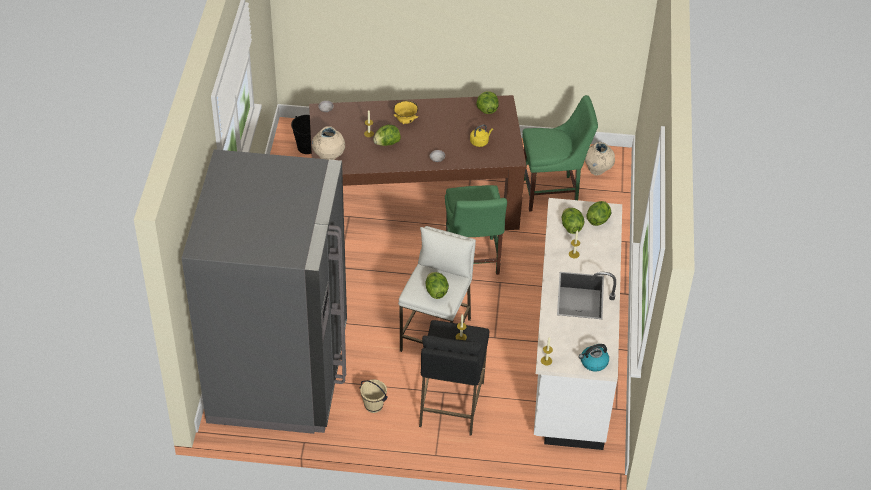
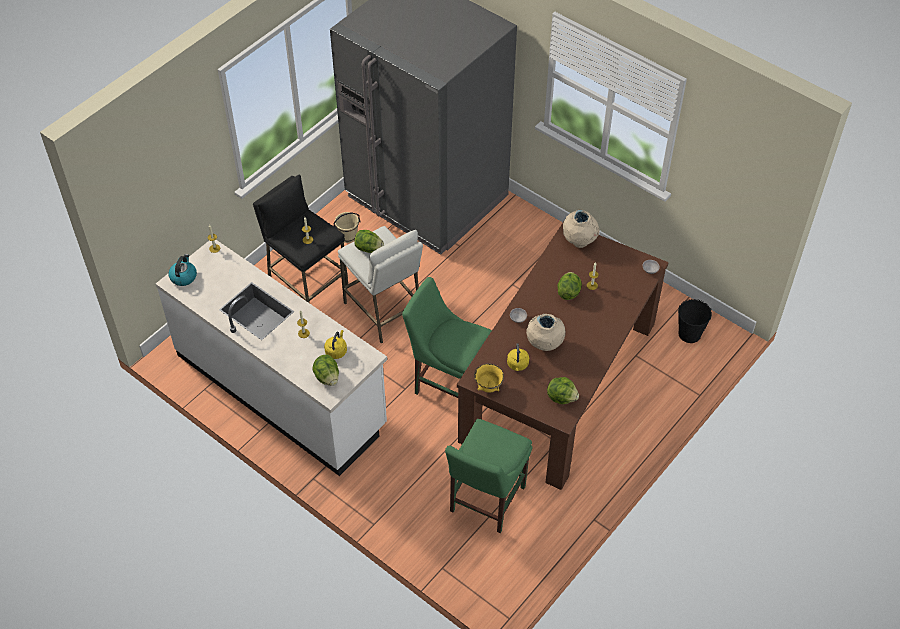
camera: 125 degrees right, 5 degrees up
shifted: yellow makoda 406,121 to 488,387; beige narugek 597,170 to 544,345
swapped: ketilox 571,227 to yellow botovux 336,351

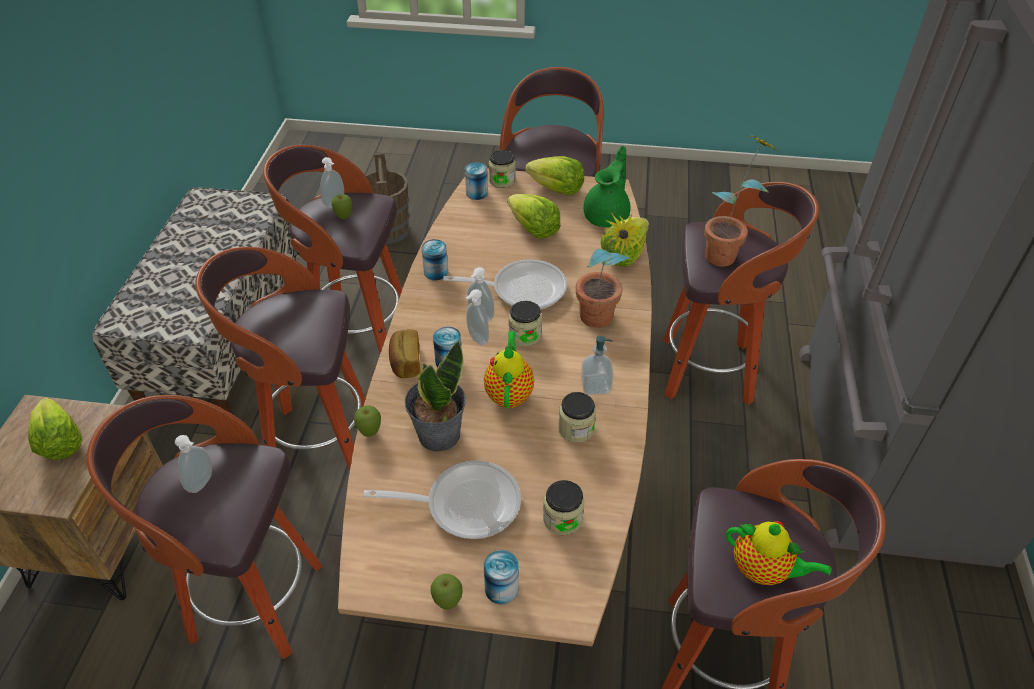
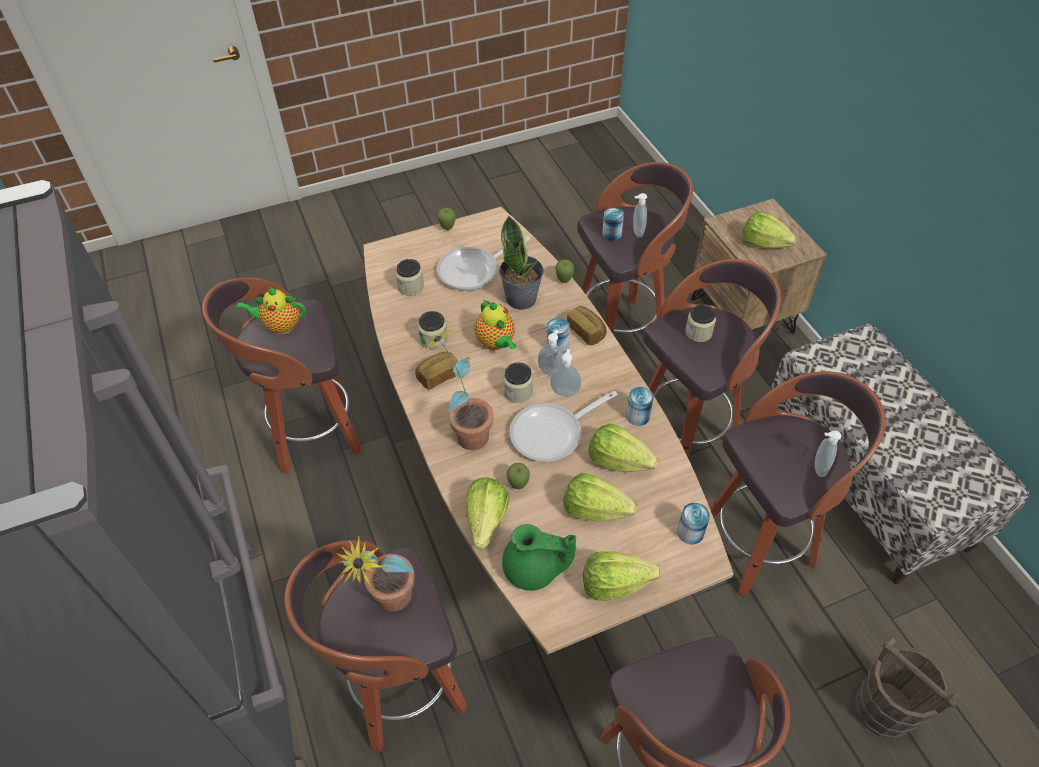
camera: 150 degrees right, 5 degrees up
new: ketilox 618,461
shifted: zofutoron 344,217 to 518,485; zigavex 501,588 to 612,234; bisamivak 502,180 to 698,332
swapped: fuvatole 595,386 to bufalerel 438,376
rotated: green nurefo 607,216 = 534,570 75 degrees counterclockwise

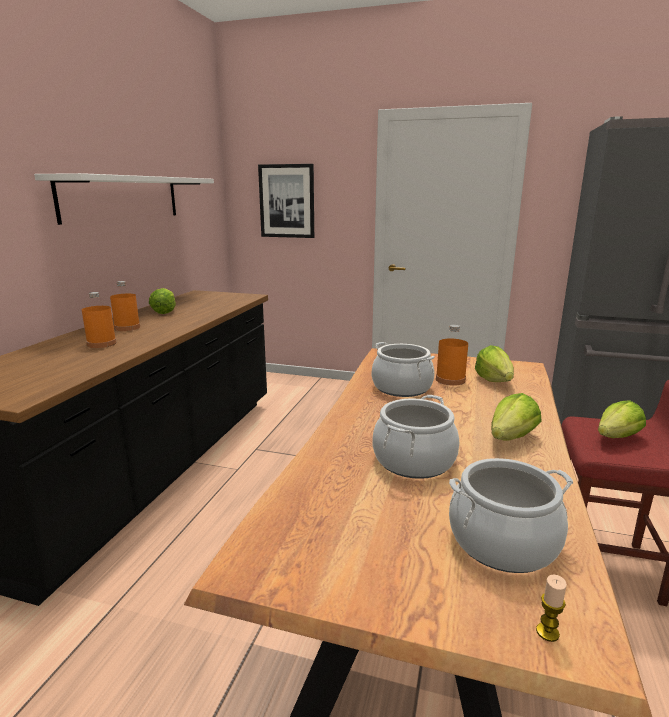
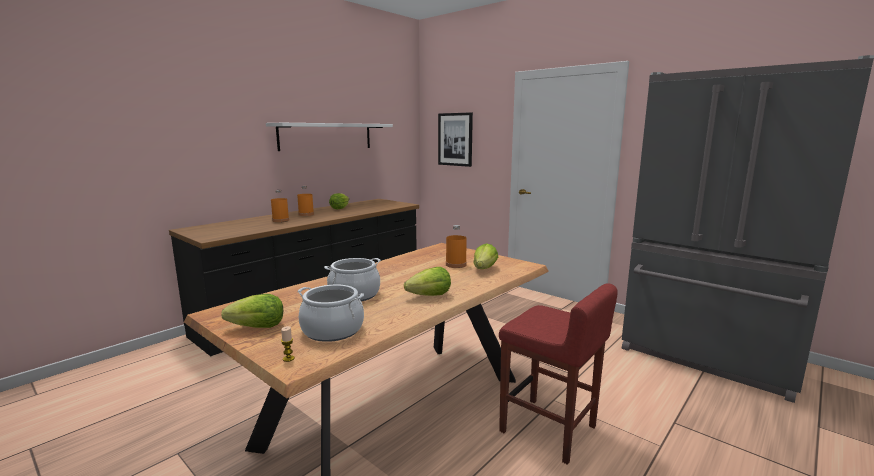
camera: 25 degrees right, 5 degrees down
gone: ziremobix 402,387
shifted: ketilox 617,437 to 258,327

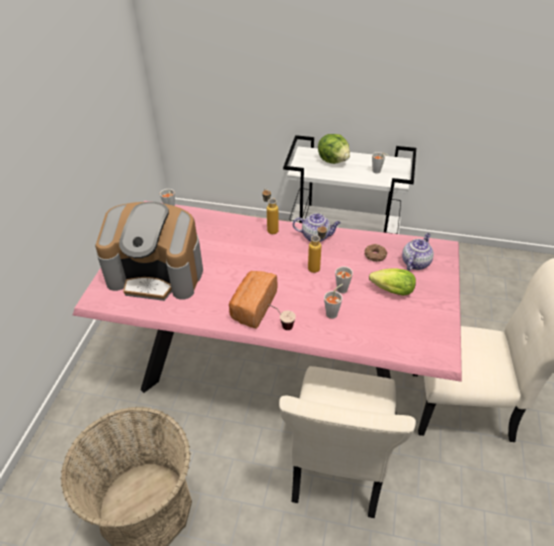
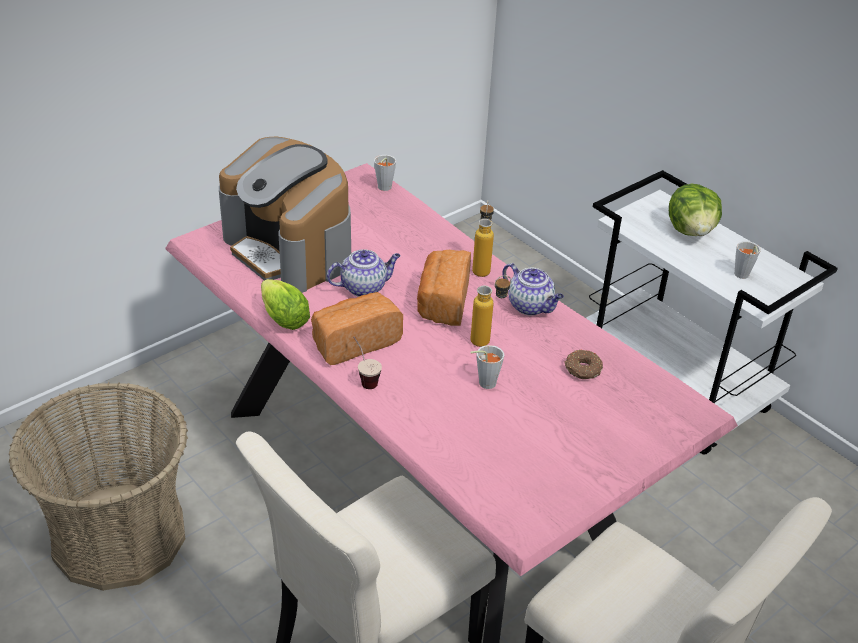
camera: 35 degrees right, 5 degrees down
gone: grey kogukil 333,313
new: bufalerel 442,302
shifted: ketilox 389,290 to 282,317; nurefo 415,262 to 364,287

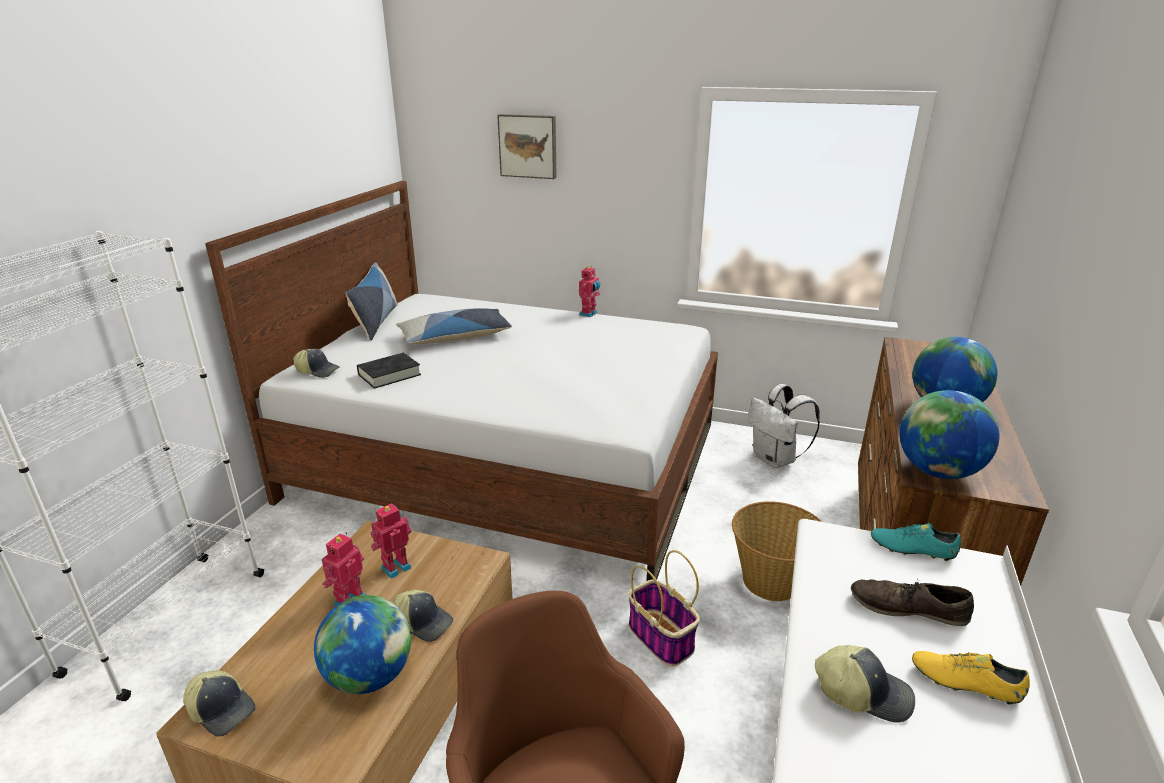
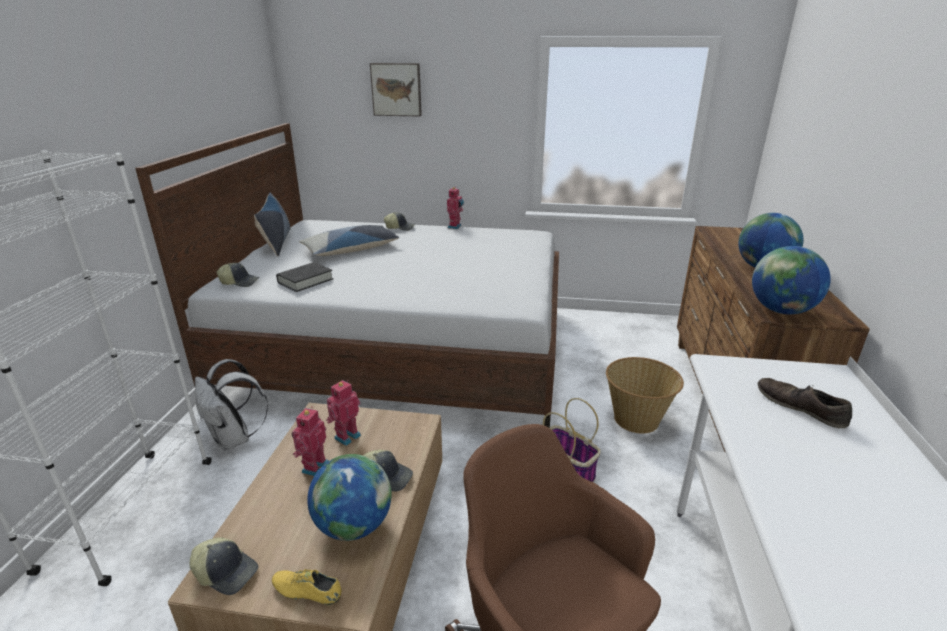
camera: 10 degrees left, 0 degrees up
gone: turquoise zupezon 912,549
shifted: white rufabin 776,459 to 234,439; yellow zupezon 964,683 to 307,592; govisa 862,692 to 400,228
rotated: brown zupezon 907,608 = 800,407 45 degrees clockwise

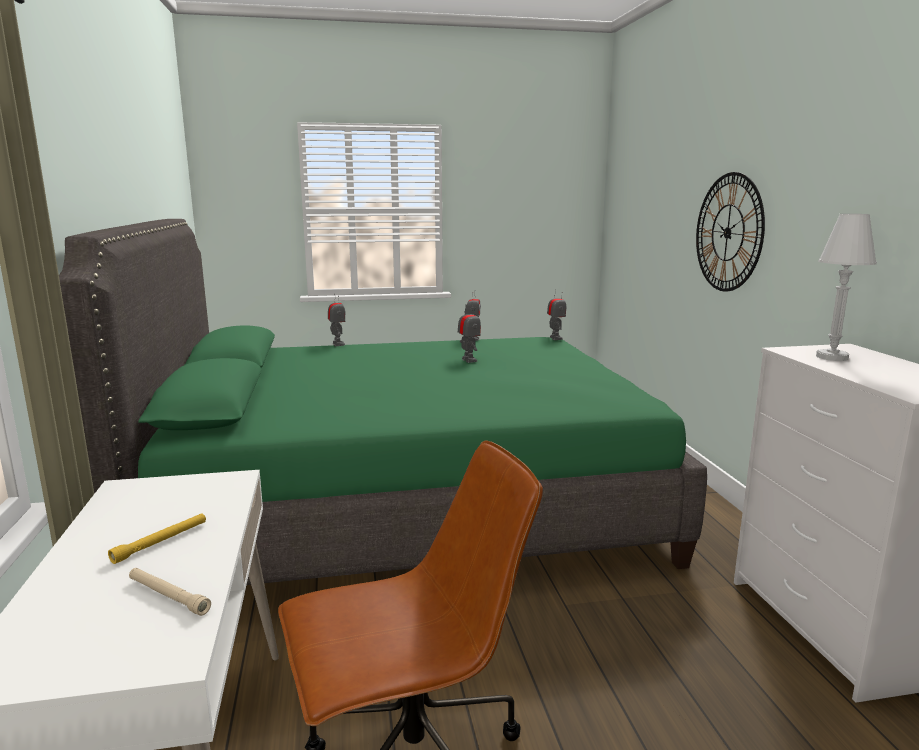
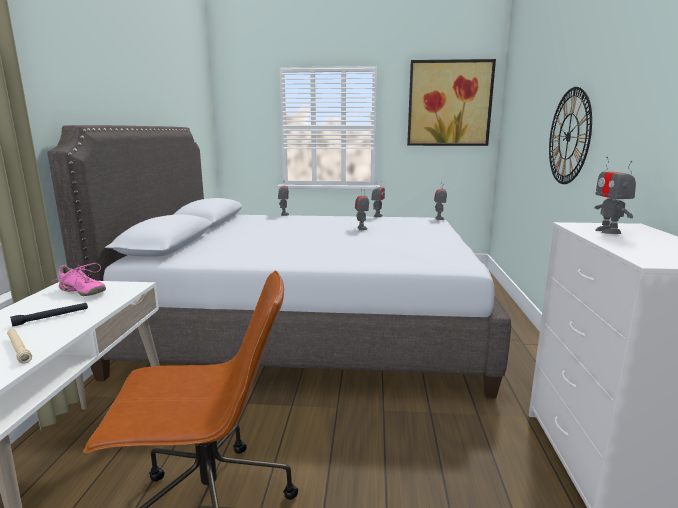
camera: 15 degrees right, 0 degrees up
new: pink zupezon 82,291; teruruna 449,103
swapped: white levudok 832,357 to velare 608,231
repainted: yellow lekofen 161,542 to black lekofen 51,317; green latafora 405,507 to grey latafora 308,328

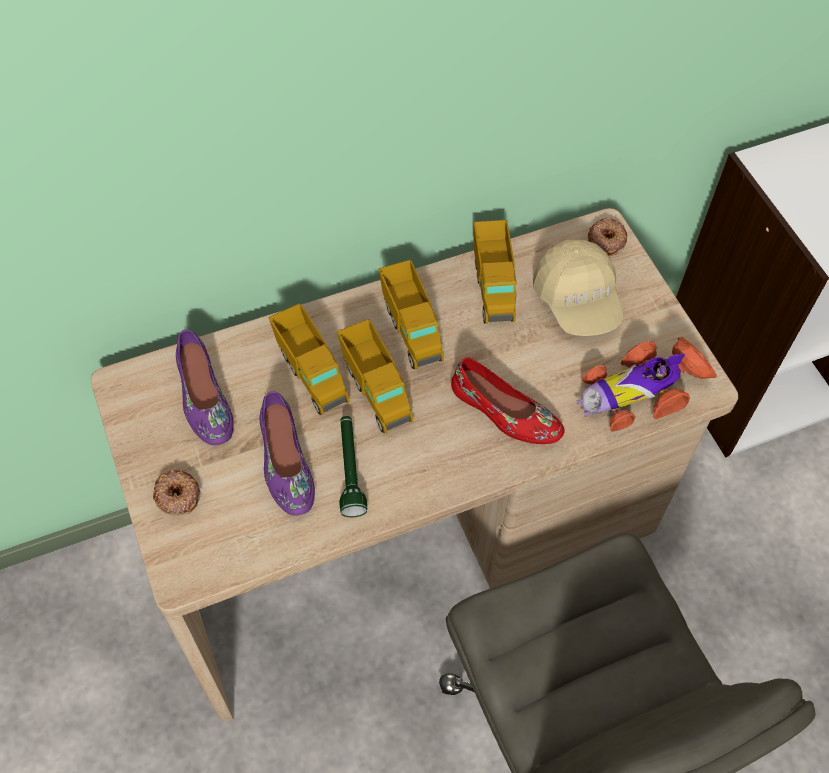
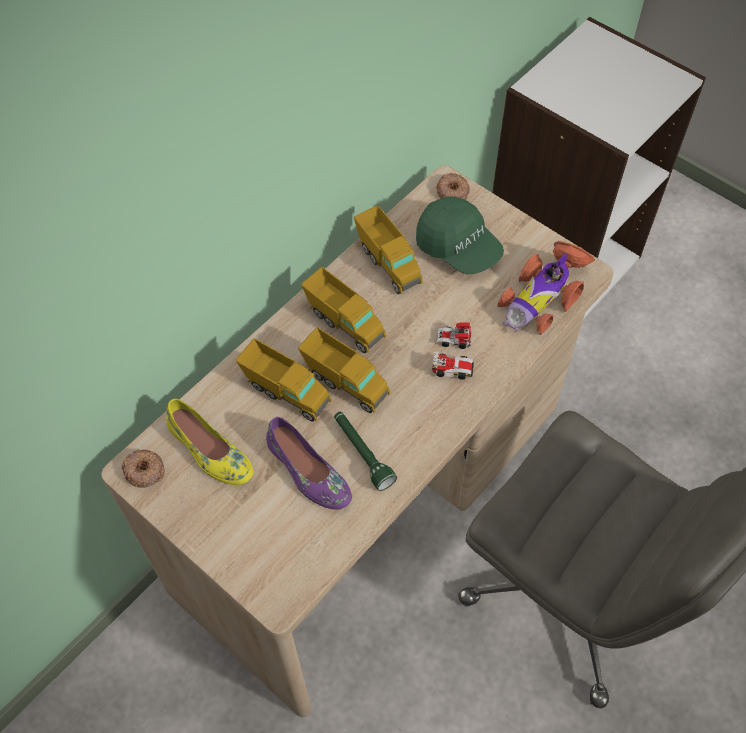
camera: 25 degrees left, 0 degrees up
shifted: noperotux 177,495 to 144,471
swapped: red zupezon 505,412 to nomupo 454,356
repainted: purple zupezon 203,398 to yellow zupezon 209,451; beige govisa 577,301 to green govisa 458,248

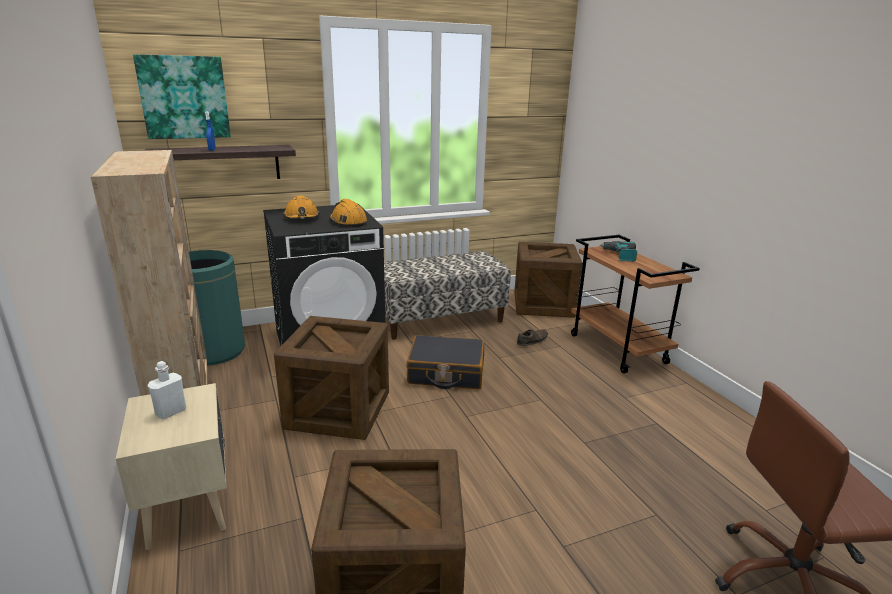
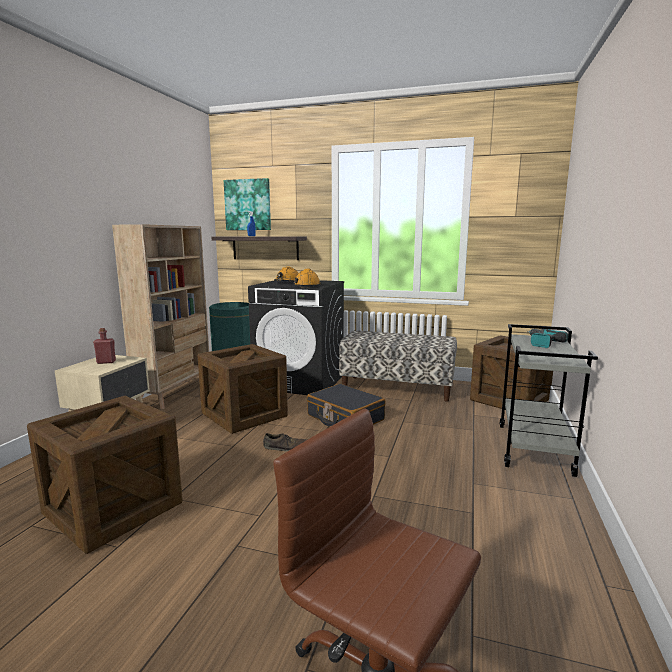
camera: 40 degrees right, 10 degrees down
shifted: brown zupezon 532,340 to 286,447
repainted: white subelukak 171,412 to red subelukak 106,362; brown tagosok 618,349 to grey tagosok 534,449

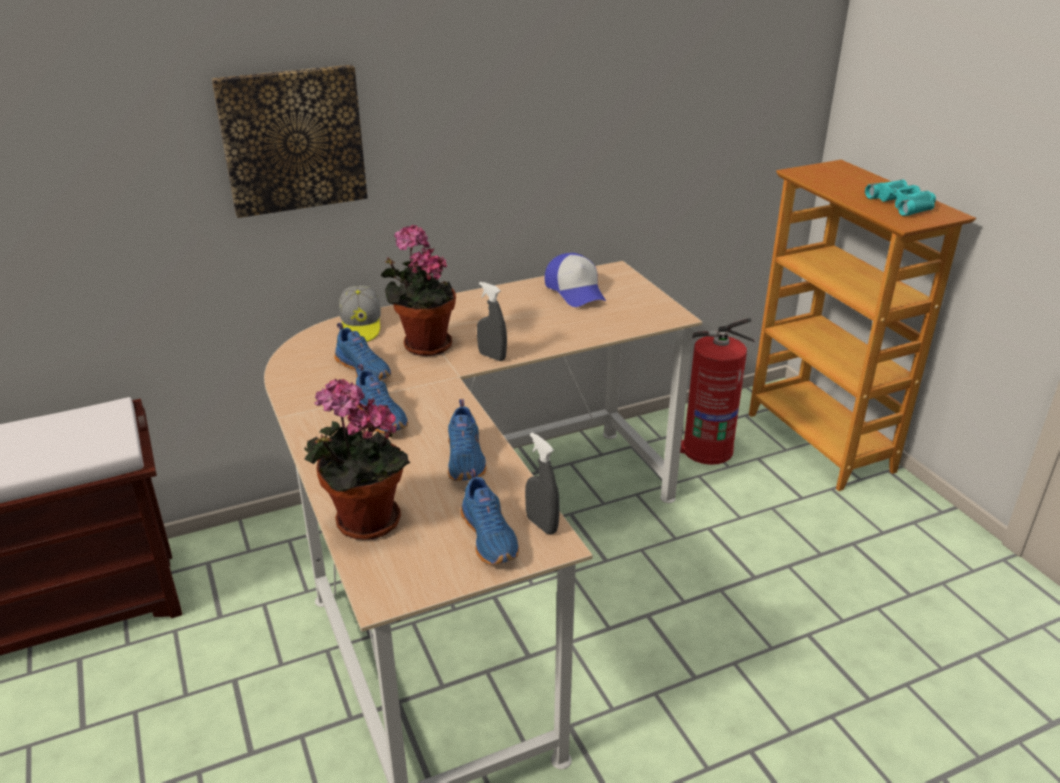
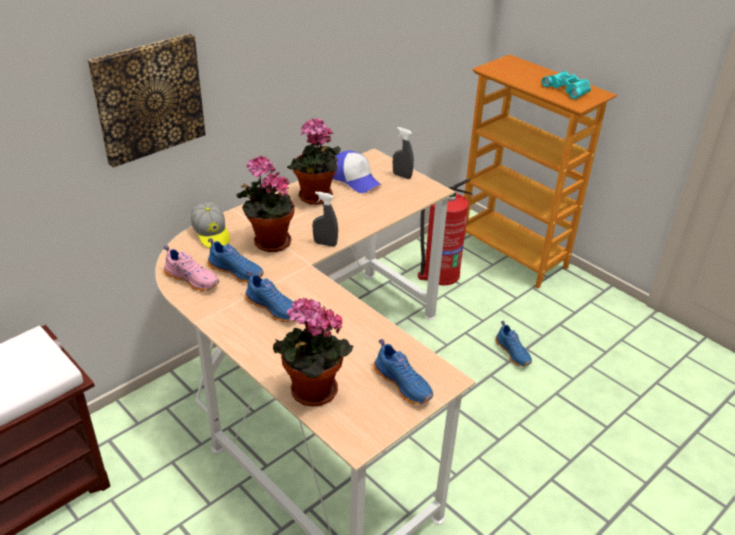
camera: 20 degrees left, 5 degrees up
new: pink zupezon 193,279; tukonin 315,198
shifted: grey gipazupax 541,525 to 402,176; blue zupezon 466,460 to 513,352

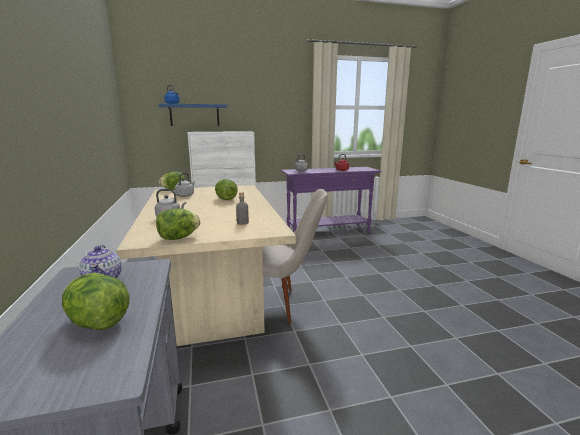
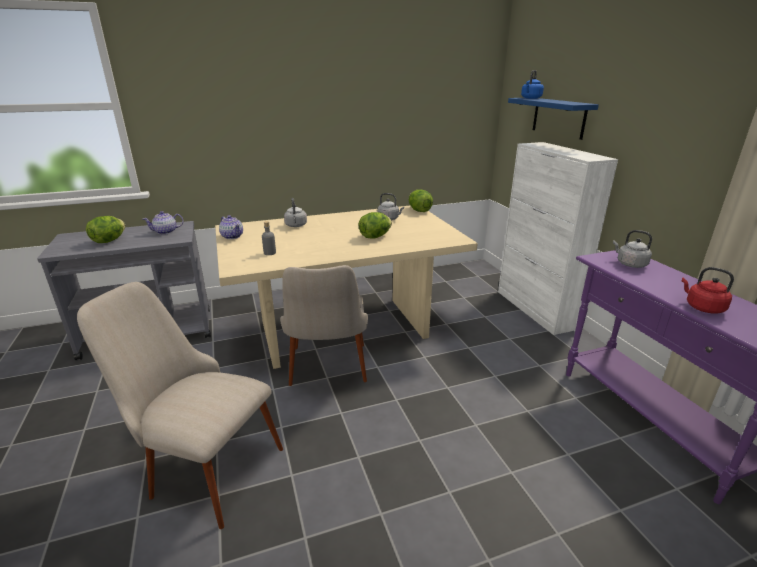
camera: 85 degrees right, 10 degrees up
new: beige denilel 202,465
swapped: ketilox 178,238 to nurefo 232,236

